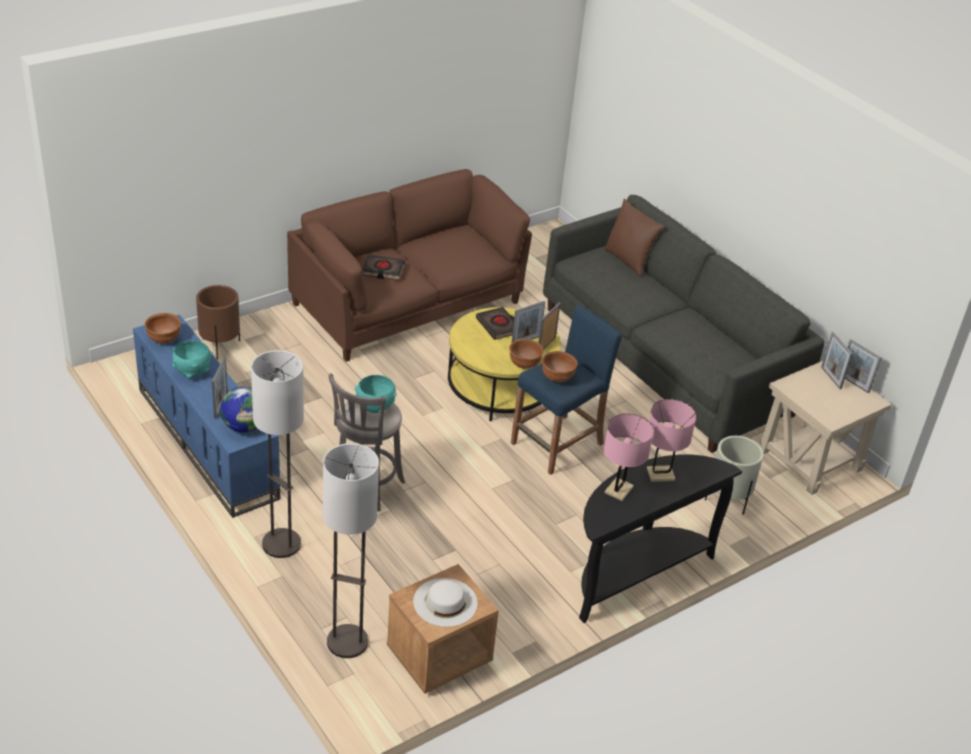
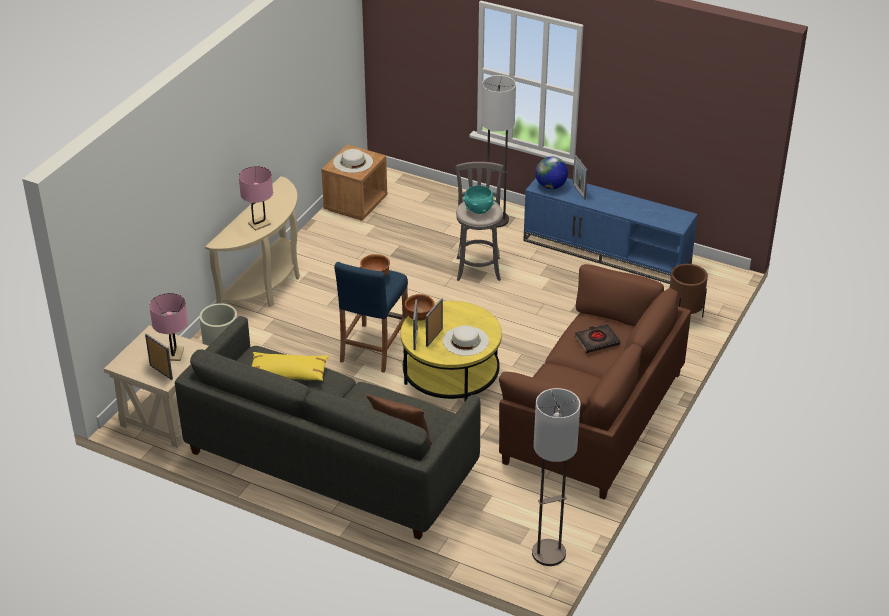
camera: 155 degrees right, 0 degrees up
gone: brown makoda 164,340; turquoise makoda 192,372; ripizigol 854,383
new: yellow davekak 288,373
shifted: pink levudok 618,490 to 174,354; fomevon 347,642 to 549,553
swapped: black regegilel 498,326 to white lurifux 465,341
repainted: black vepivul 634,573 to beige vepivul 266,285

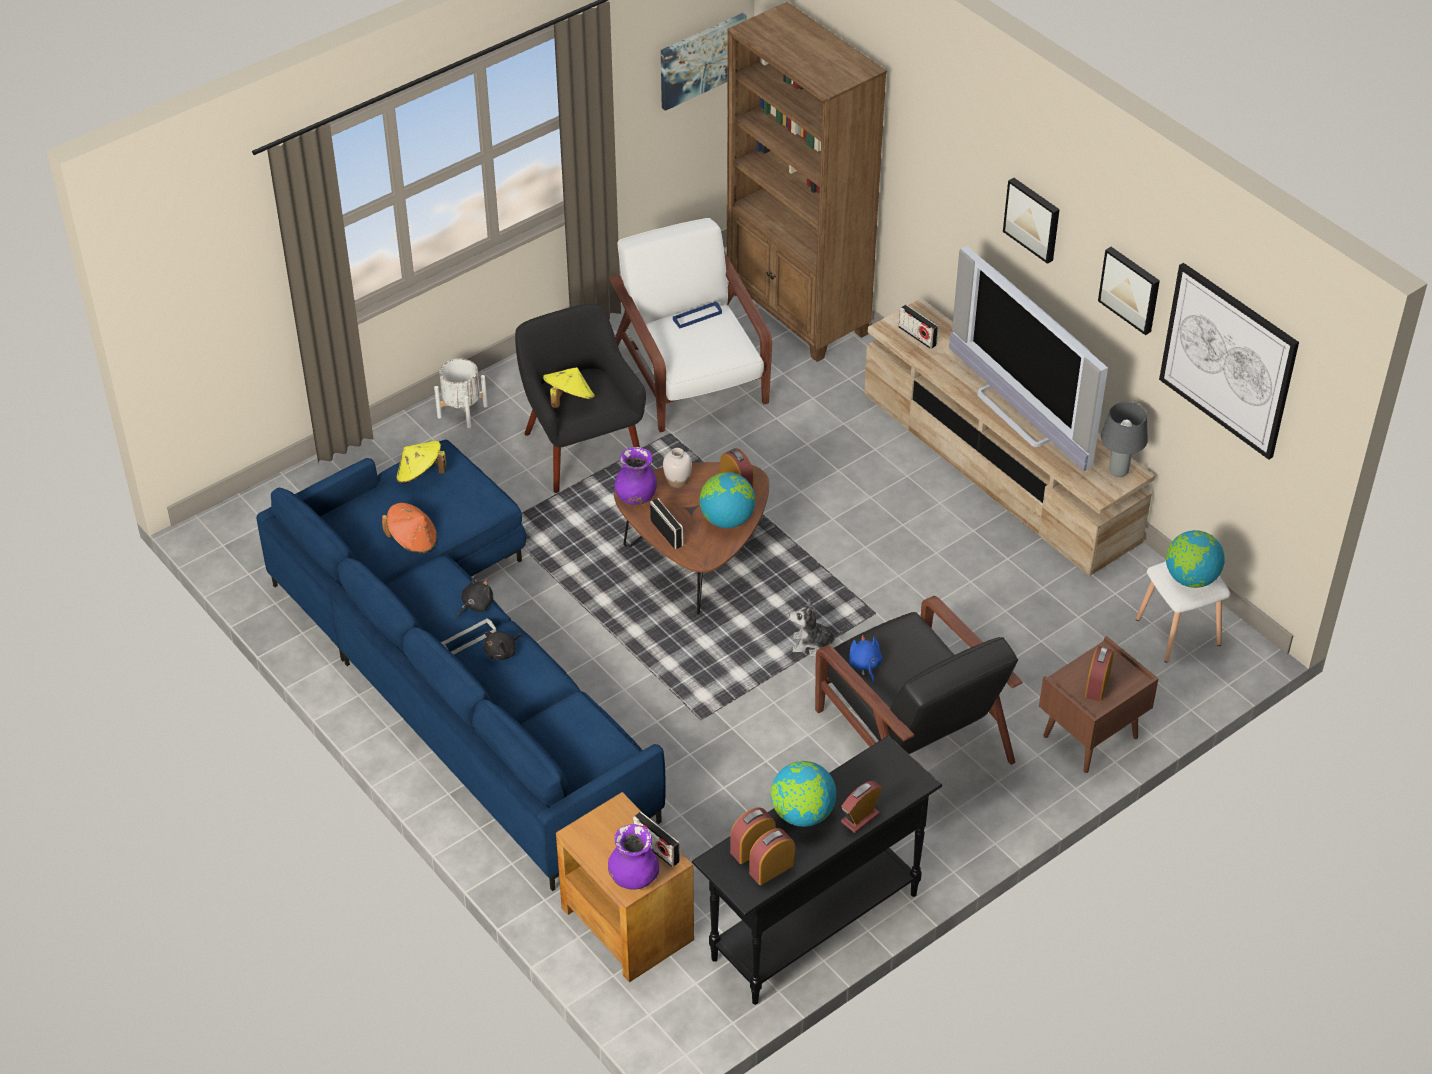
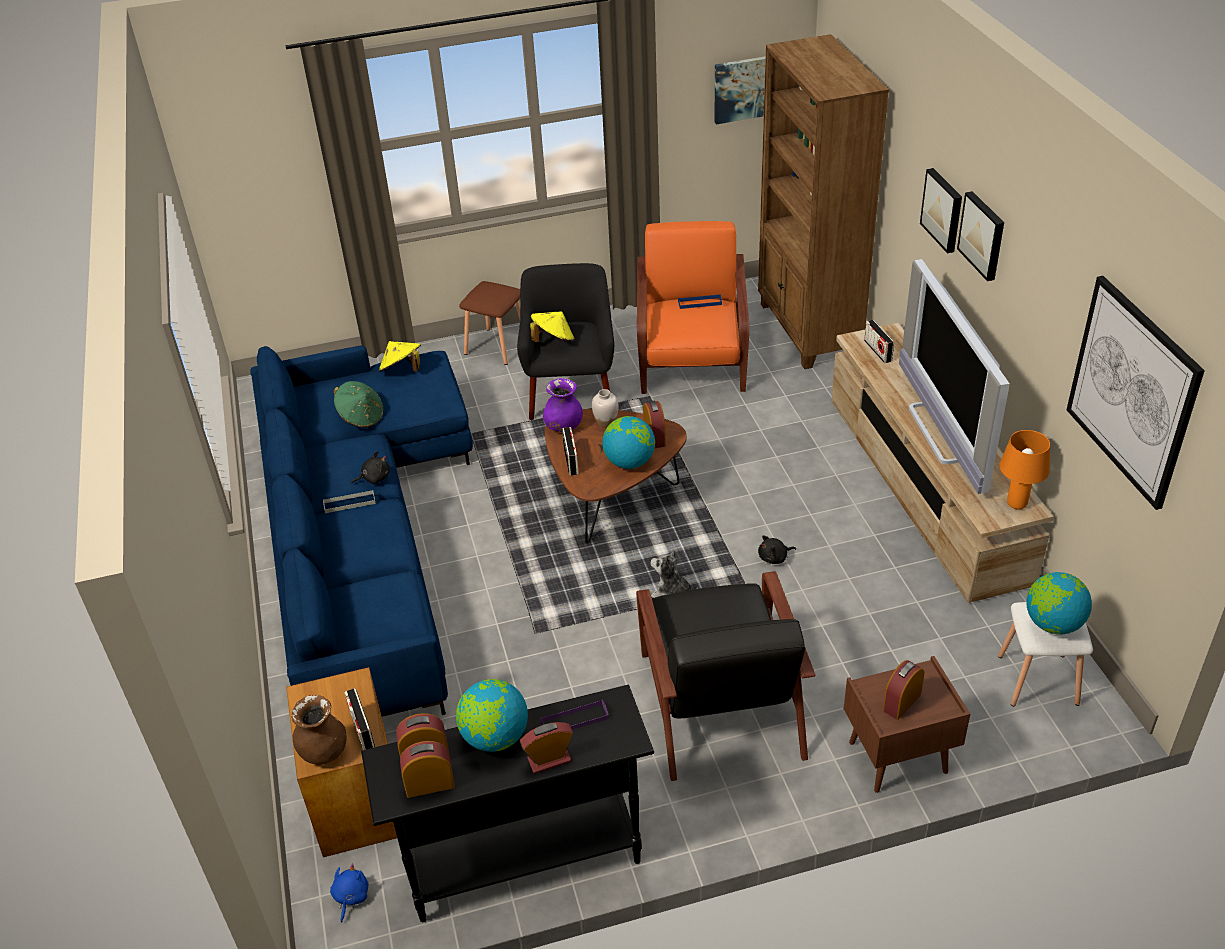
camera: 25 degrees right, 5 degrees down
new: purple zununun 574,720
shifted: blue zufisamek 865,665 to 350,897; black zufisamek 502,652 to 774,558; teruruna 1131,289 to 943,209
swapped: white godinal 462,411 to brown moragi 497,345
repainted: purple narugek 633,877 to brown narugek 323,752; orange lurifux 412,541 to green lurifux 361,417; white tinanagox 691,376 to orange tinanagox 692,358; grey levudok 1118,471 to orange levudok 1016,504

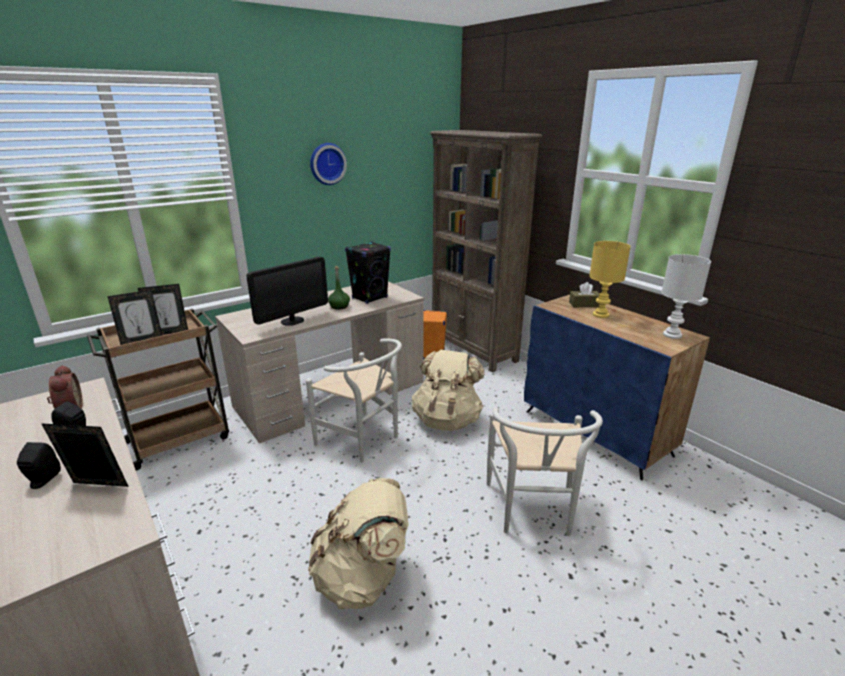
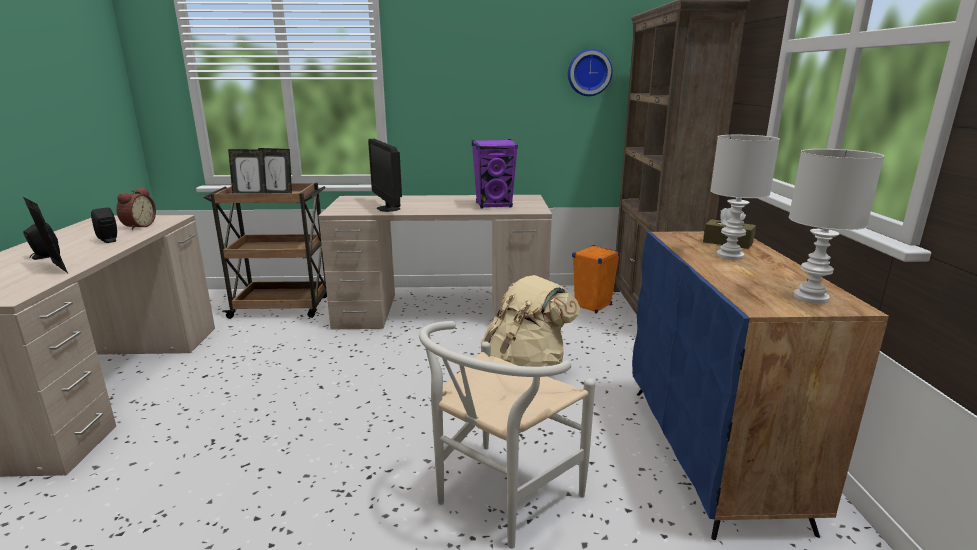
camera: 35 degrees right, 5 degrees down
gone: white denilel 363,440; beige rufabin 363,578; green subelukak 339,306
shifted: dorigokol 327,164 to 589,72
repainted: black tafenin 370,298 to purple tafenin 494,205; yellow levudok 601,315 to white levudok 731,255
rotated: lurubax 292,321 = 388,208 75 degrees clockwise

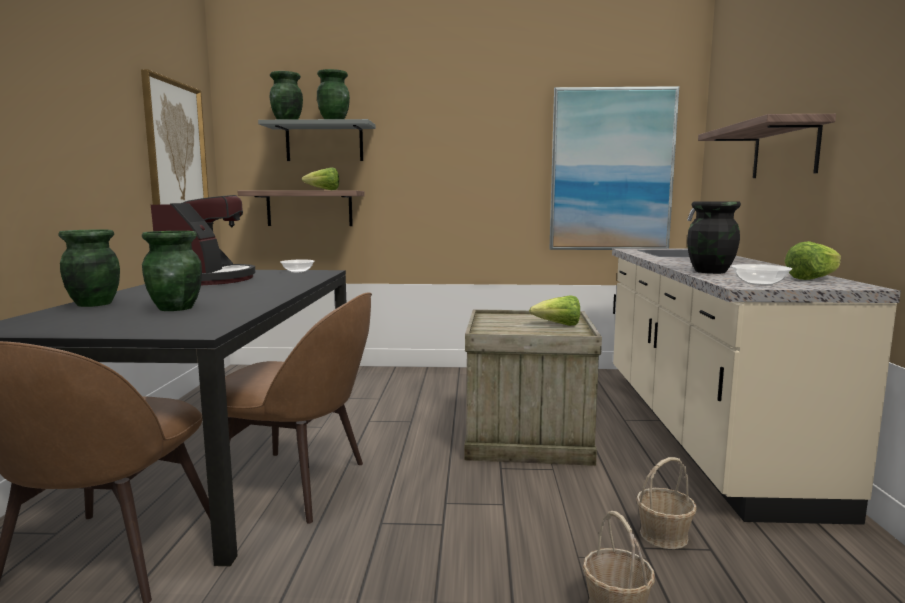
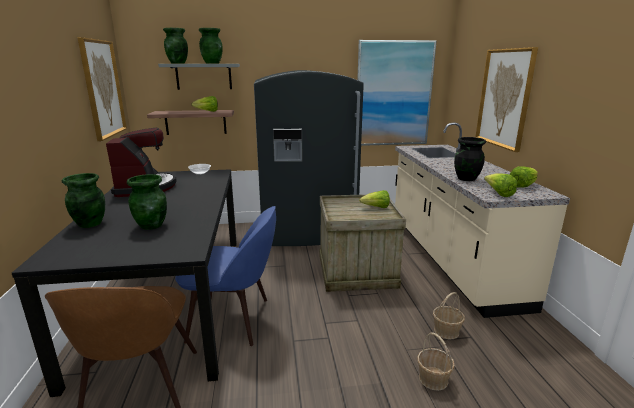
camera: 10 degrees left, 10 degrees up
new: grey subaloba 307,232
swapped: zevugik 785,150 to teruruna 504,98; makoda 759,284 to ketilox 498,194
repainted: brown denilel 297,485 to blue denilel 233,320

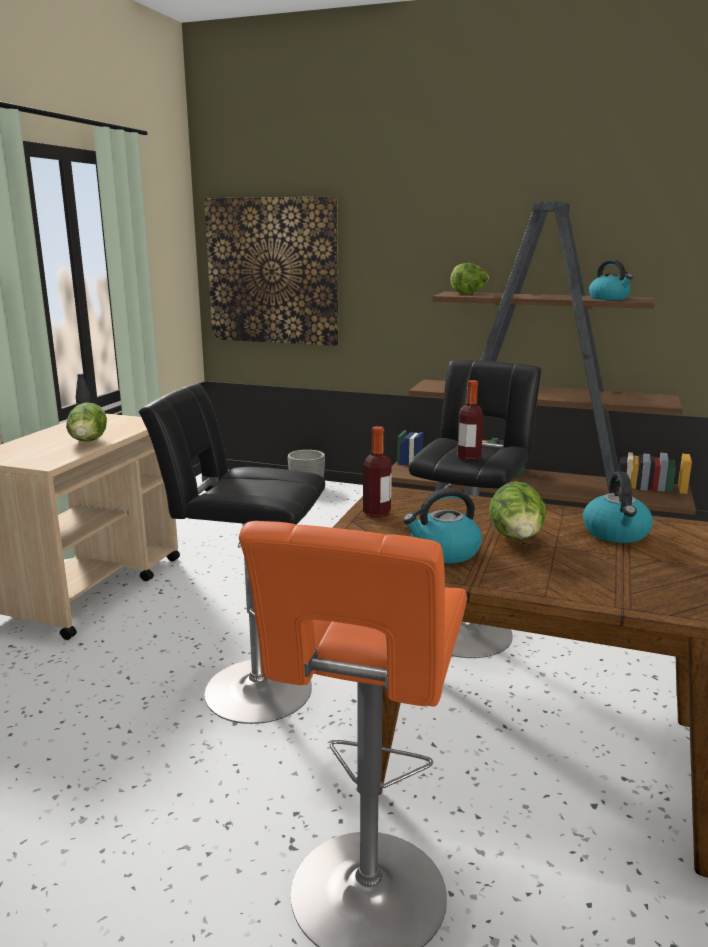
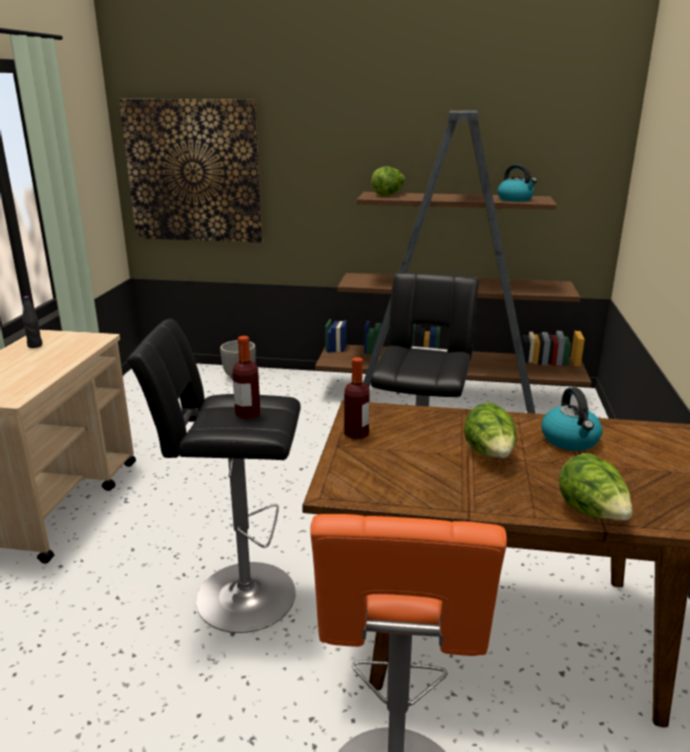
camera: 10 degrees left, 5 degrees up
gone: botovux 444,552
shifted: subelukak 469,457 to 248,414; ketilox 88,442 to 592,513

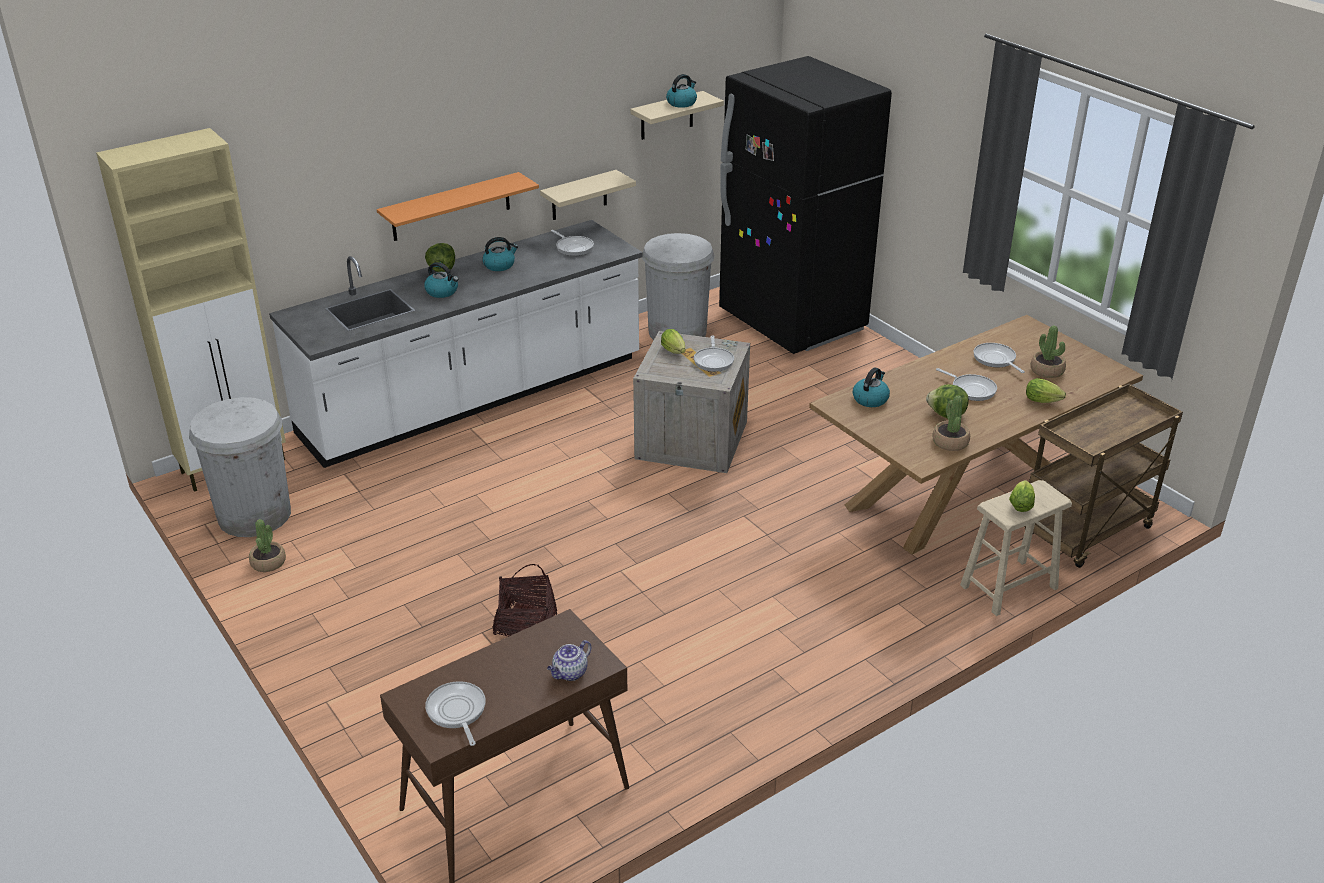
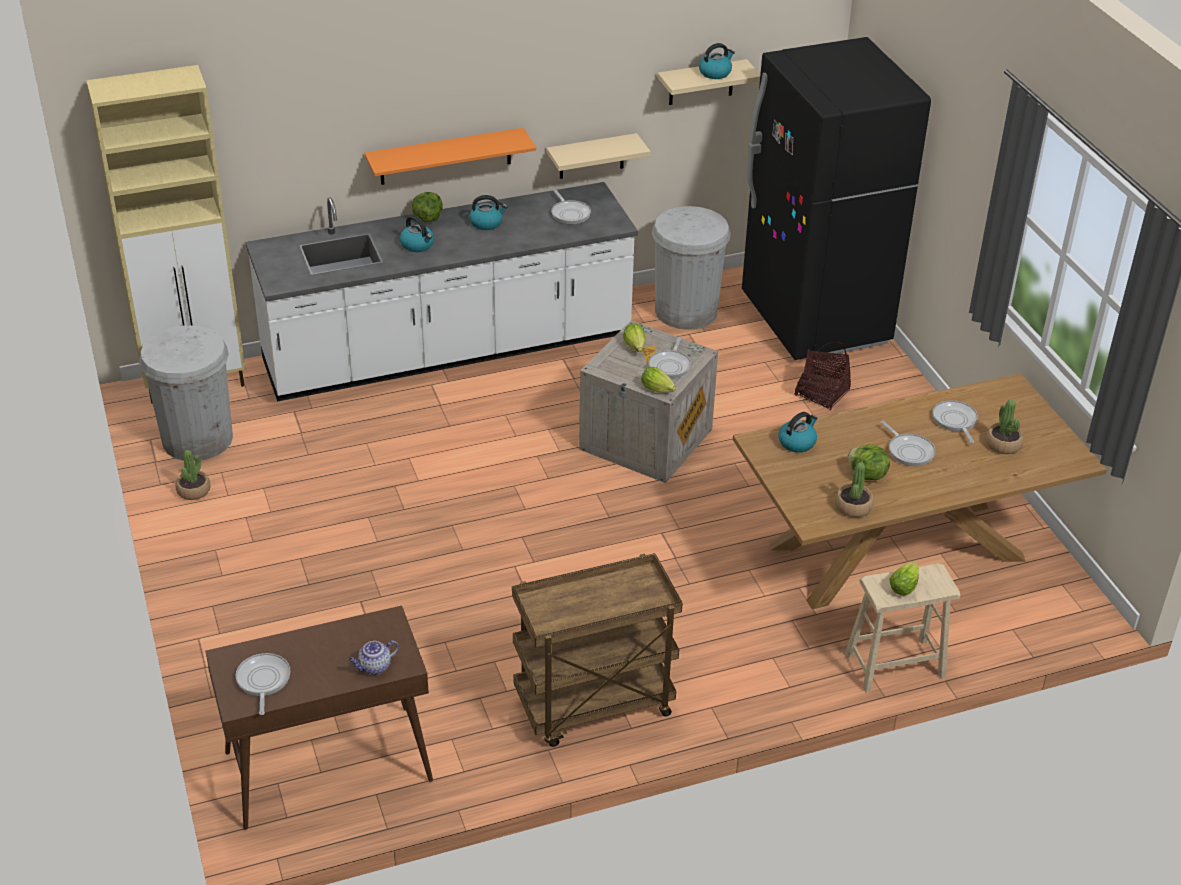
camera: 15 degrees right, 5 degrees up
shifted: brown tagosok 1086,533 to 593,707; ketilox 1044,401 to 659,390; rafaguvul 525,625 to 821,393

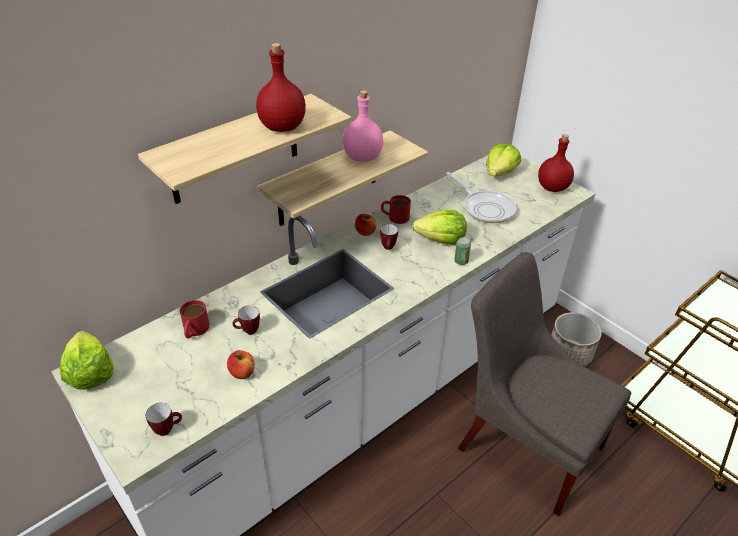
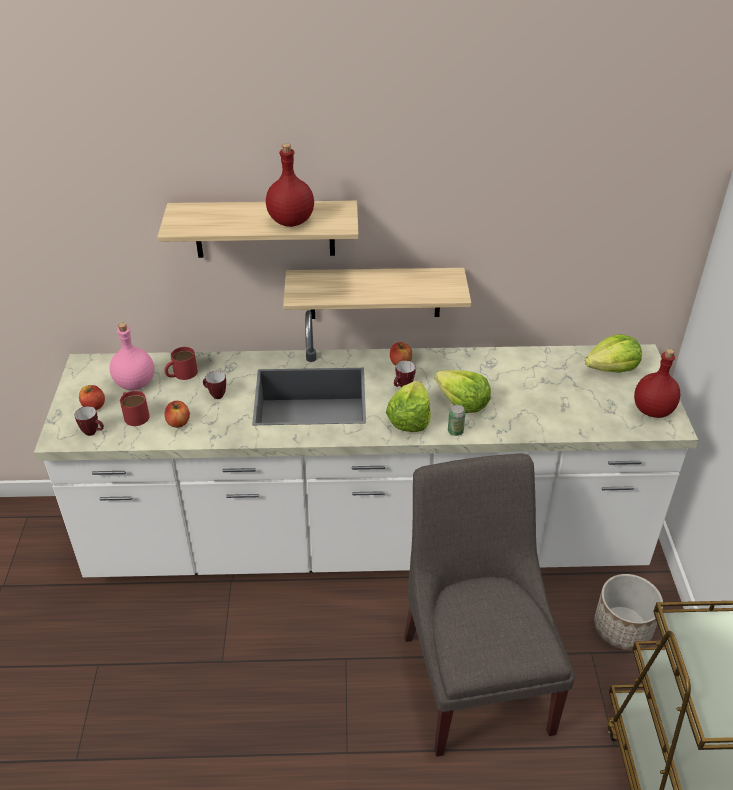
camera: 40 degrees right, 0 degrees up
gone: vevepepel 485,208
new: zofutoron 94,406
shifted: pink subelukak 362,157 to 134,384; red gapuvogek 395,217 to 134,414; ketilox 89,373 to 409,419

